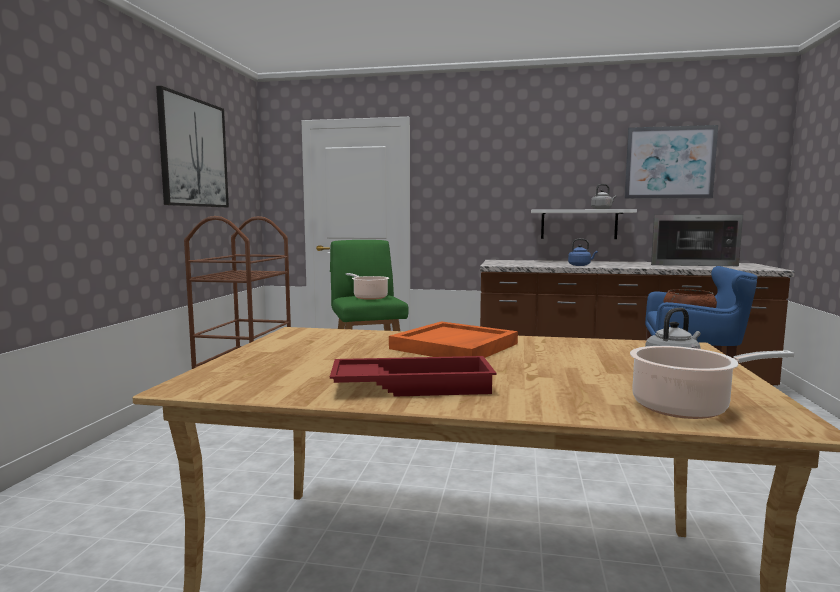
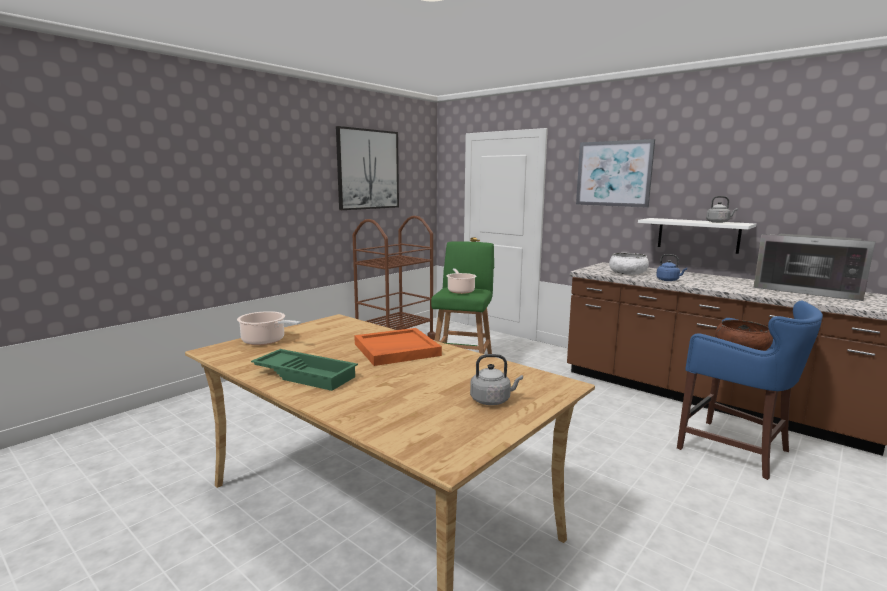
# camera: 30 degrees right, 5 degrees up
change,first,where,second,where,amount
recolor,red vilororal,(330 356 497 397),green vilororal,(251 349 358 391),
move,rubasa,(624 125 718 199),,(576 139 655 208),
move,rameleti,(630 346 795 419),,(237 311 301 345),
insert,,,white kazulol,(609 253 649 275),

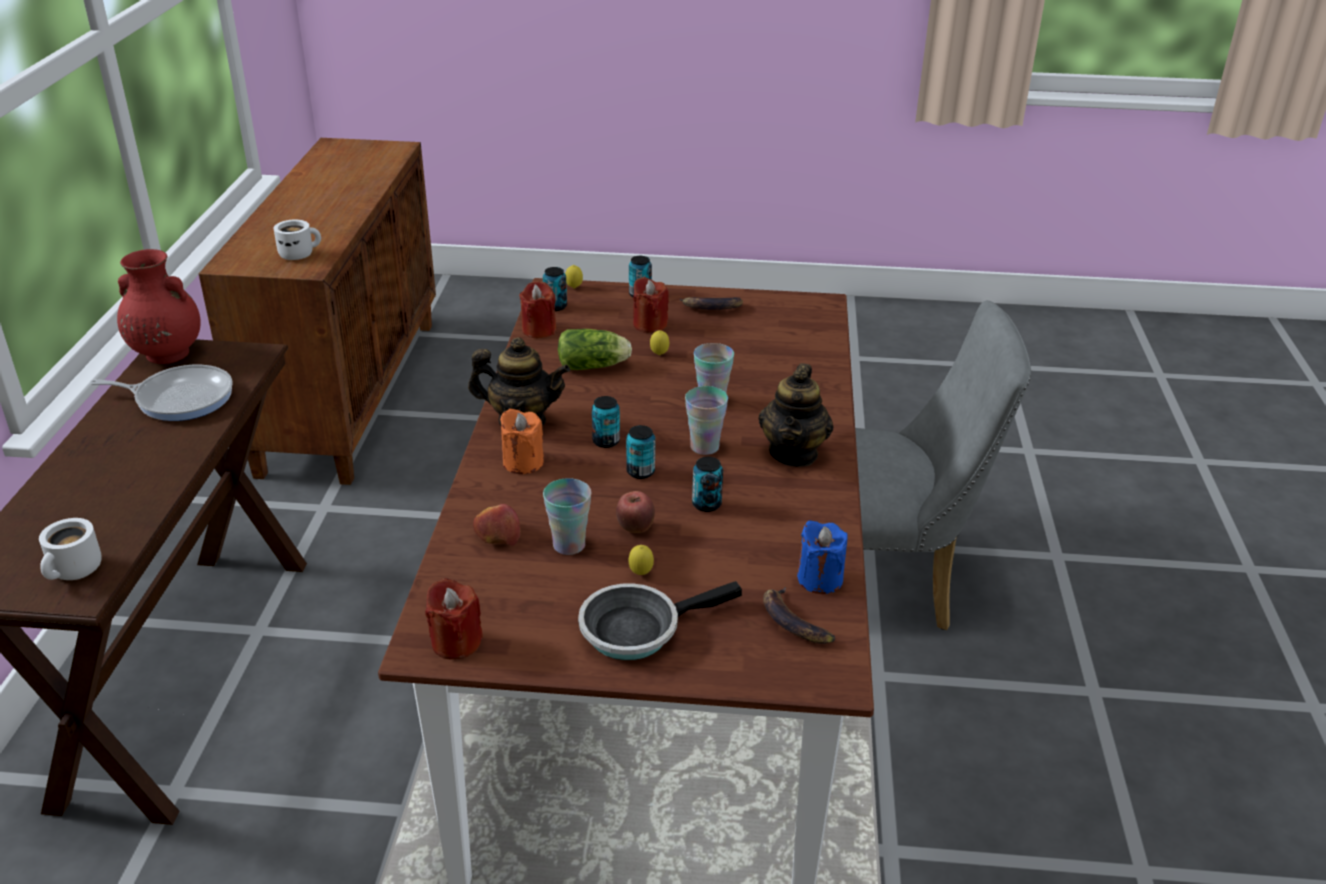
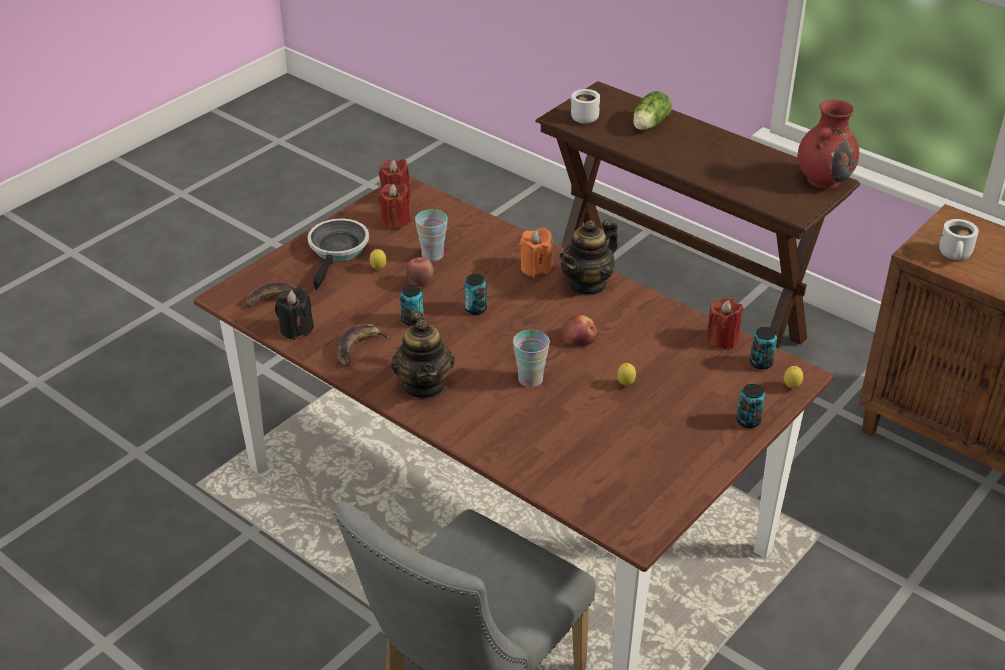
# camera: 125 degrees right, 5 degrees up
change,first,where,second,where,amount
delete,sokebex,(90 365 233 421),,,
move,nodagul,(473 504 520 546),,(561 315 598 347),
move,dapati,(558 329 632 370),,(633 91 672 130),
delete,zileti,(592 396 620 448),,,
move,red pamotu,(633 277 669 333),,(378 183 411 229),
move,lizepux,(680 297 743 310),,(337 324 392 366),
delete,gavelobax,(685 386 728 455),,,
rotate,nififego,(759 363 834 467),,(391 310 455 399),150 degrees counterclockwise
recolor,blue pamotu,(797 521 848 594),black pamotu,(275 287 314 340),

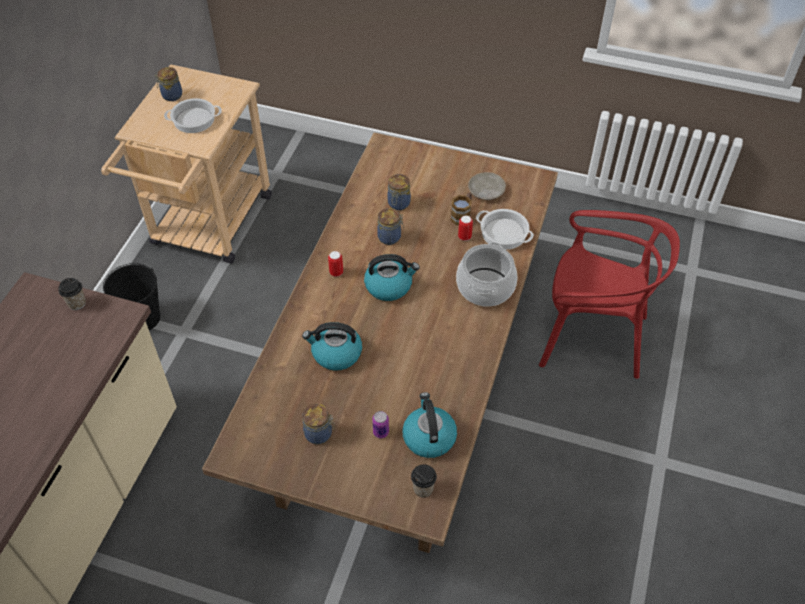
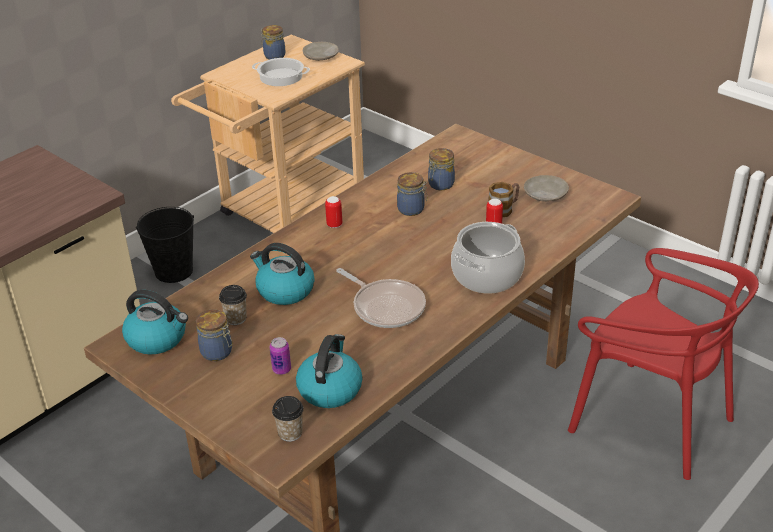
# camera: 25 degrees right, 15 degrees down
change,first,where,second,where,amount
move,gavelobax,(58 278 86 310),,(219 285 247 325),
move,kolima,(364 254 420 301),,(122 290 188 354),
delete,rameleti,(476 209 534 250),,,
insert,,,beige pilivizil,(303 42 339 61),
insert,,,sokebex,(336 268 426 328),

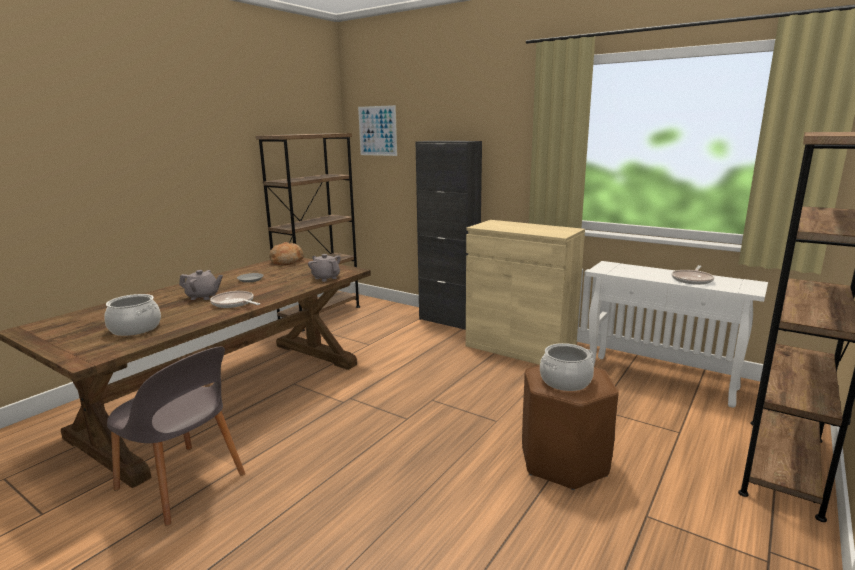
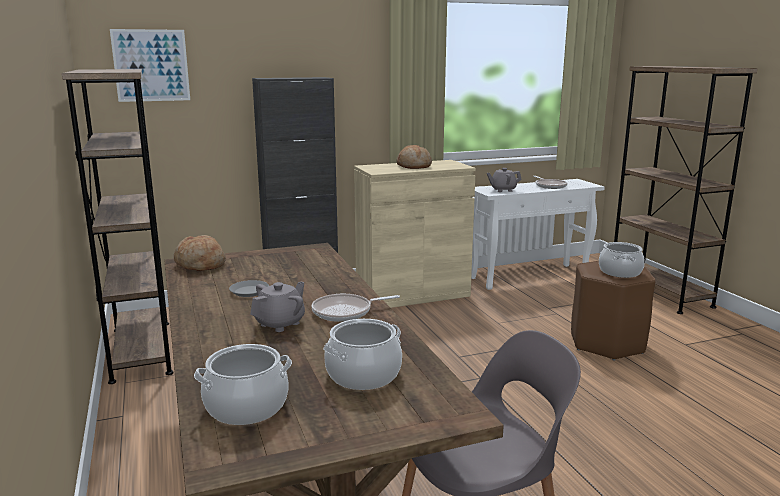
# camera: 55 degrees left, 0 degrees up
change,first,where,second,where,amount
move,grey nififego,(308 254 341 282),,(487 168 522 192),
insert,,,rameleti,(194 344 292 425),
insert,,,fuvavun,(397 145 432 169),

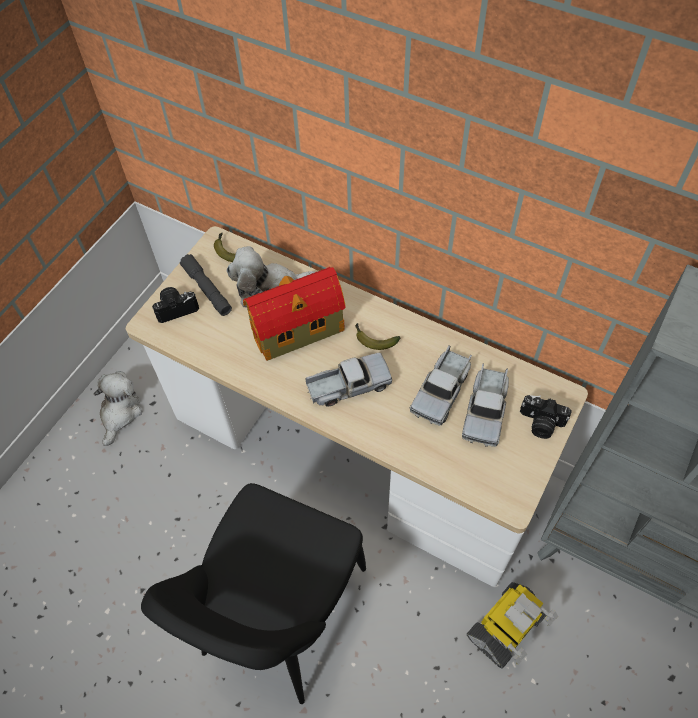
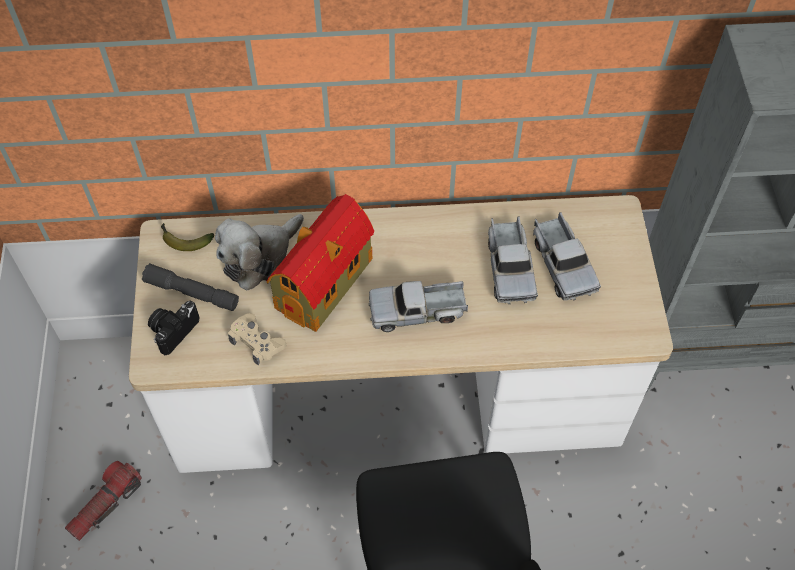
# camera: 35 degrees left, 0 degrees up
change,first,where,second,where,amount
replace,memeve,(94 371 142 446),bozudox,(65 461 142 541),
rotate,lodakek,(305 353 392 407),,(369 281 468 332),135 degrees counterclockwise
delete,lizepux,(355 323 400 350),,,
delete,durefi,(467 582 558 669),,,
delete,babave,(520 395 572 439),,,
insert,,,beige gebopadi,(228 313 286 366),

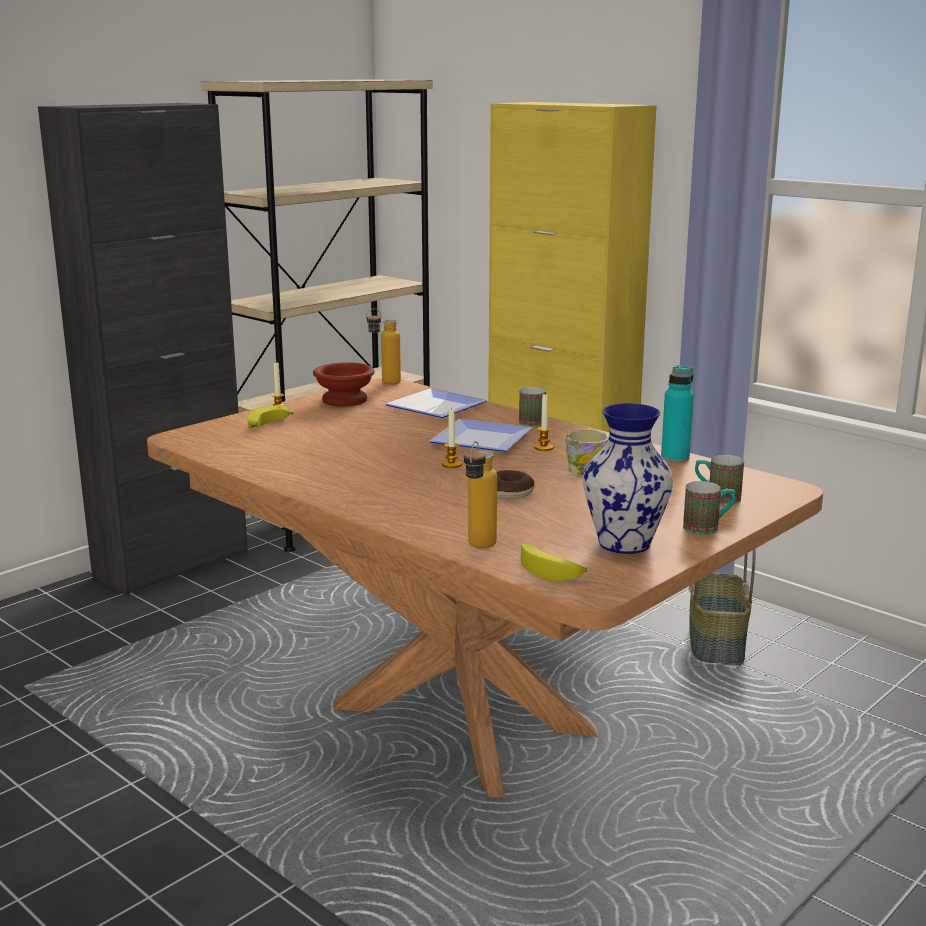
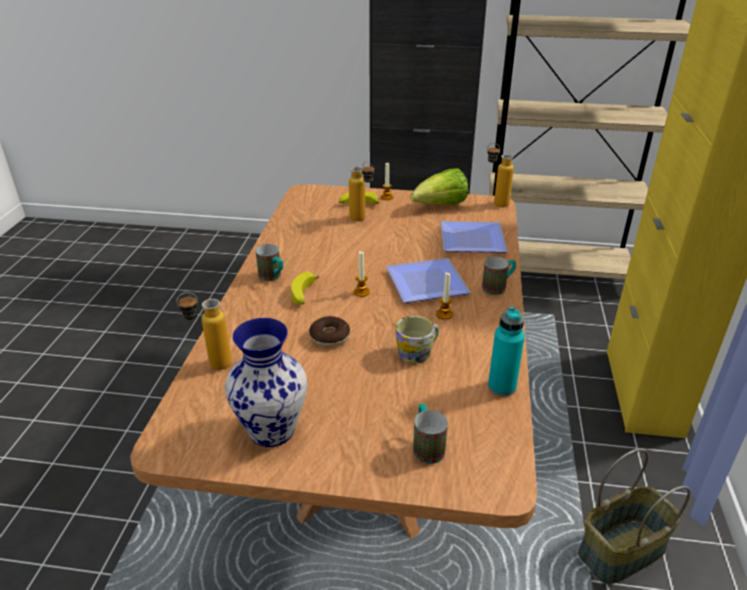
# camera: 55 degrees right, 15 degrees up
change,first,where,second,where,amount
replace,brown kazulol,(313 362 375 406),dapati,(411 169 468 205),
move,lizepux,(521 544 587 581),,(291 272 319 304),
move,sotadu,(683 481 735 535),,(256 244 283 281),
insert,,,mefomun,(349 161 374 221),

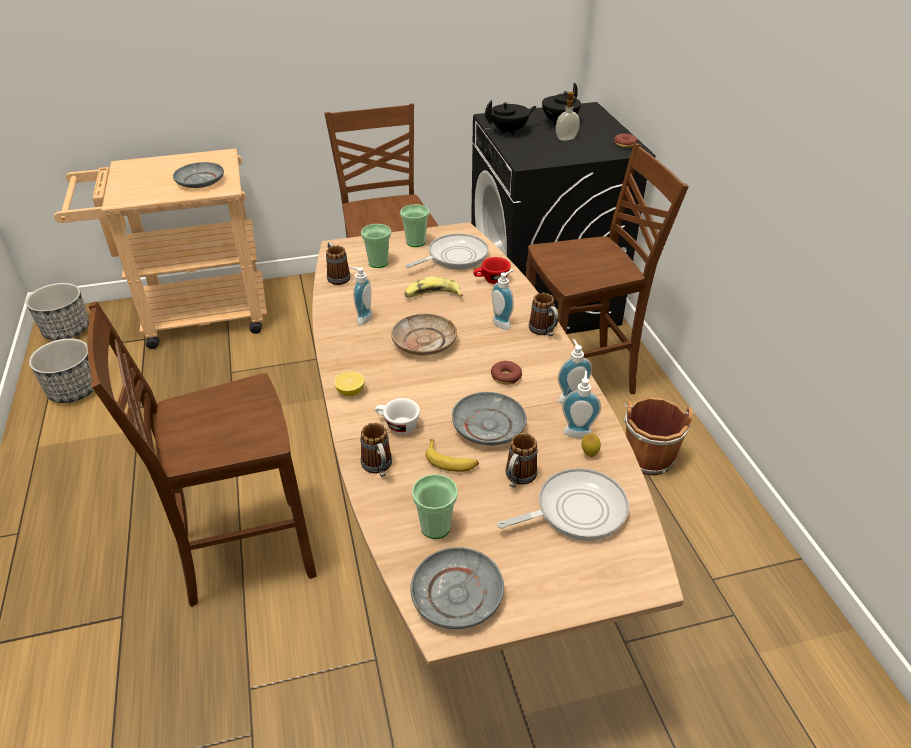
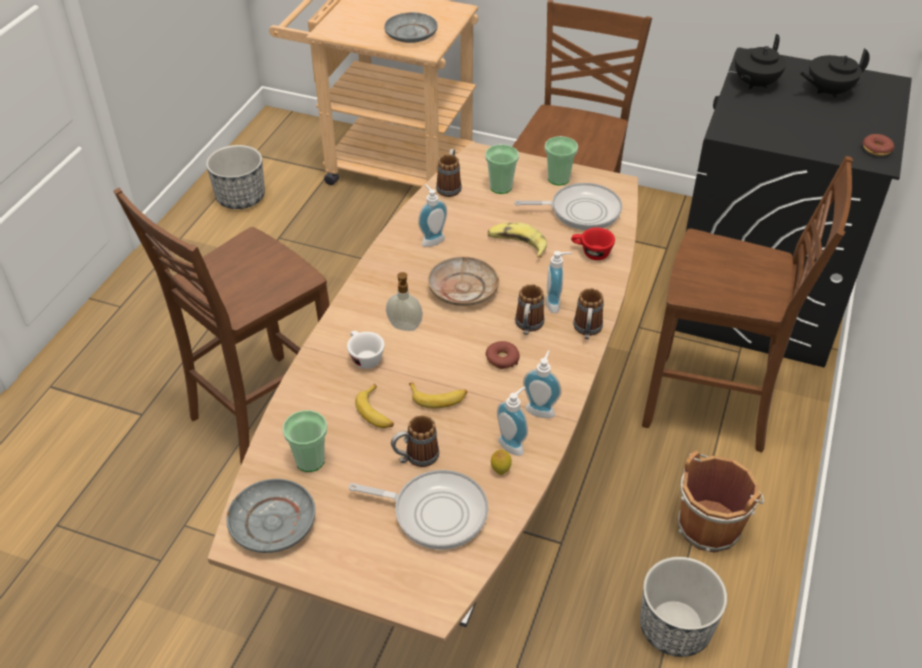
# camera: 35 degrees right, 5 degrees up
change,first,where,second,where,amount
move,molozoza,(26 283 89 340),,(640 557 727 657),
rotate,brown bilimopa,(87 302 316 607),,(113 188 330 464),60 degrees counterclockwise
delete,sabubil,(334 371 365 396),,,
move,sotadu,(360 423 392 477),,(515 284 544 335),
replace,grey pilivizil,(452 392 527 445),lizepux,(409 383 468 408),
rotate,black nififego,(485 100 537 135),,(735 34 786 89),120 degrees clockwise
move,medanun,(556 92 580 141),,(386 272 423 331),

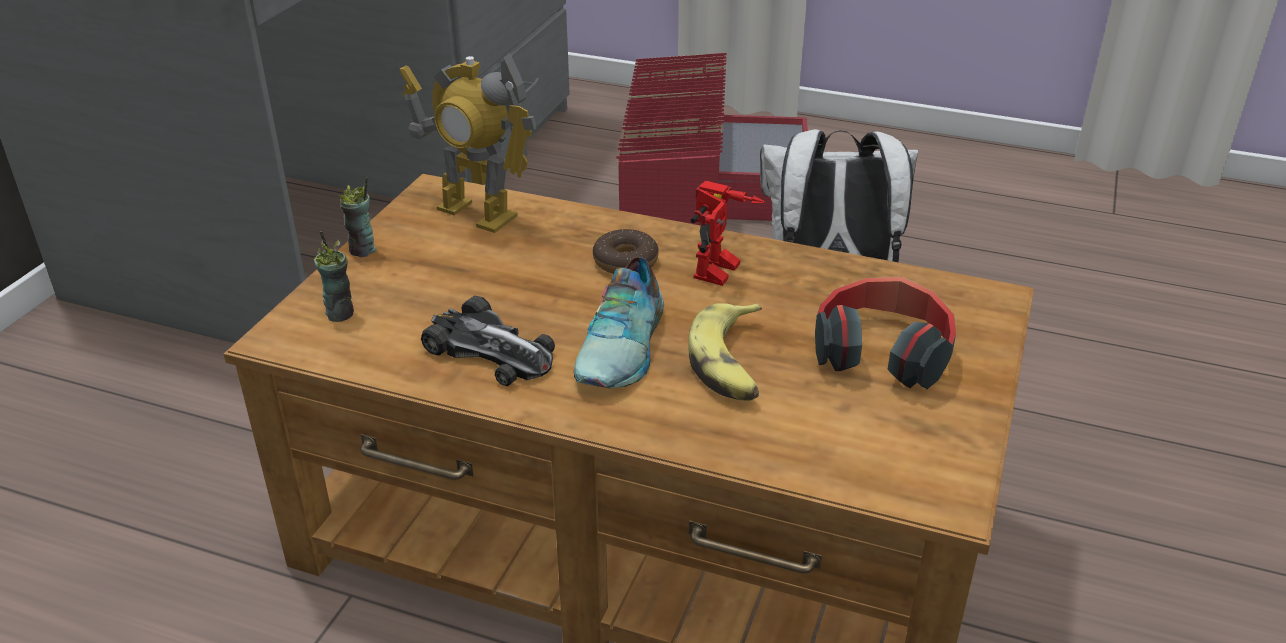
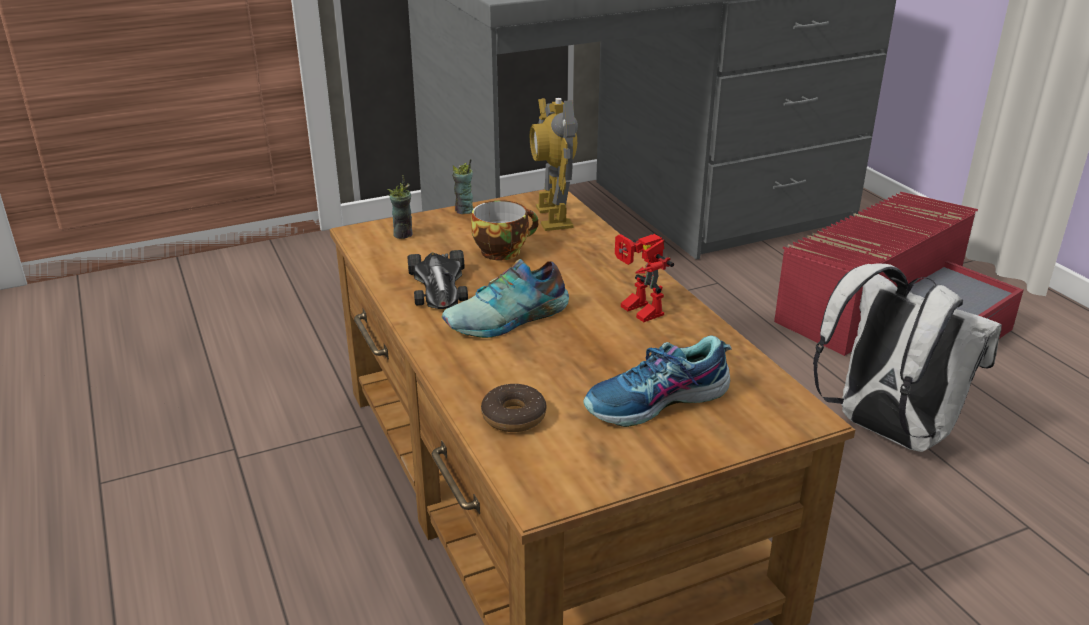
# camera: 45 degrees right, 5 degrees down
change,first,where,second,where,amount
move,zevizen,(593 229 658 274),,(481 384 546 432),
delete,lizepux,(689 303 762 401),,,
rotate,durefi,(691 181 765 286),,(615 234 674 322),75 degrees clockwise
replace,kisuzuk,(815 277 956 389),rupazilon,(583 336 732 427),
insert,,,gavelobax,(471 201 539 260),

